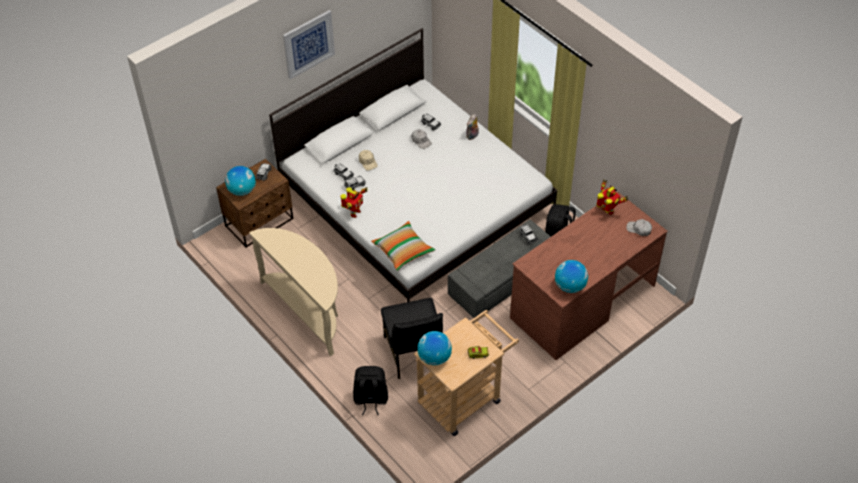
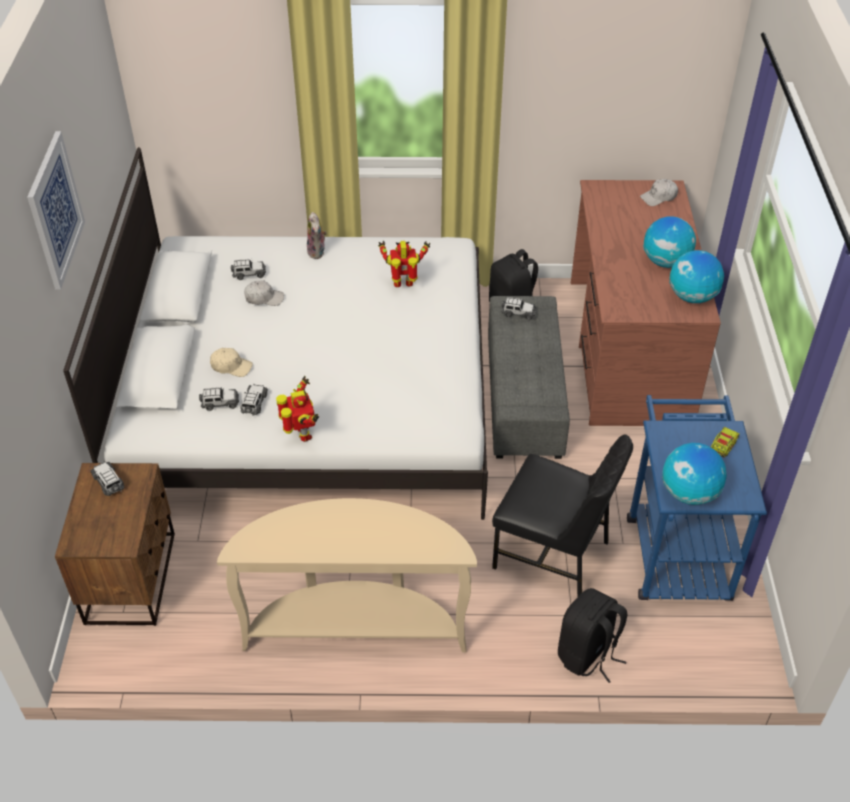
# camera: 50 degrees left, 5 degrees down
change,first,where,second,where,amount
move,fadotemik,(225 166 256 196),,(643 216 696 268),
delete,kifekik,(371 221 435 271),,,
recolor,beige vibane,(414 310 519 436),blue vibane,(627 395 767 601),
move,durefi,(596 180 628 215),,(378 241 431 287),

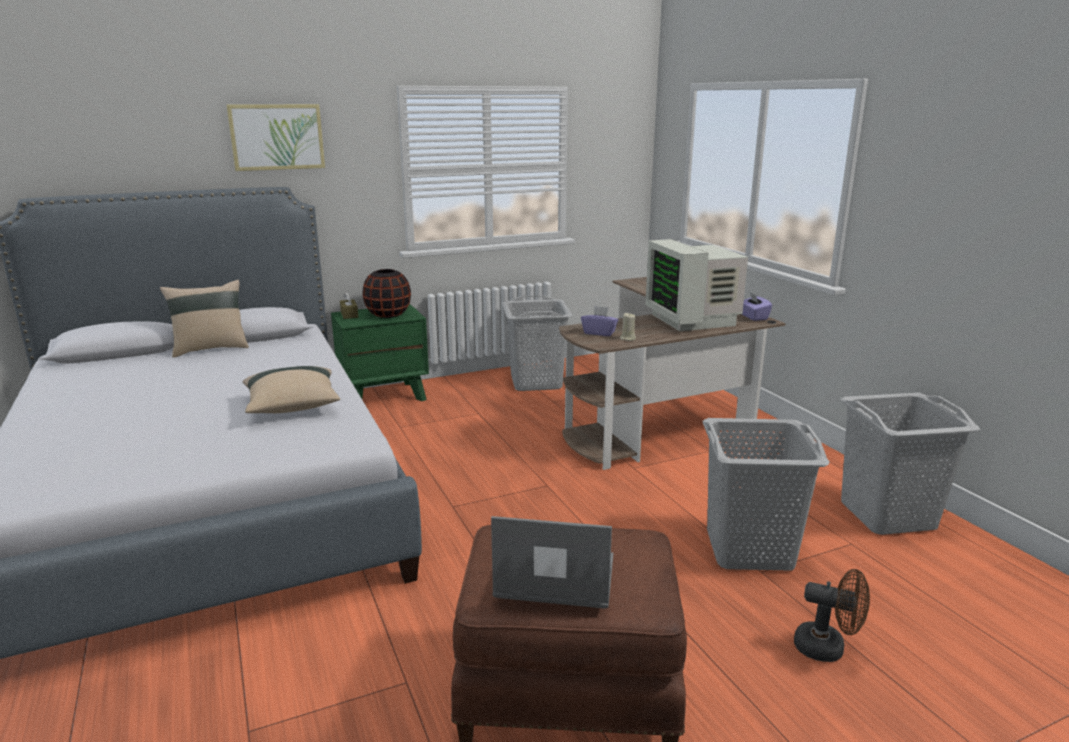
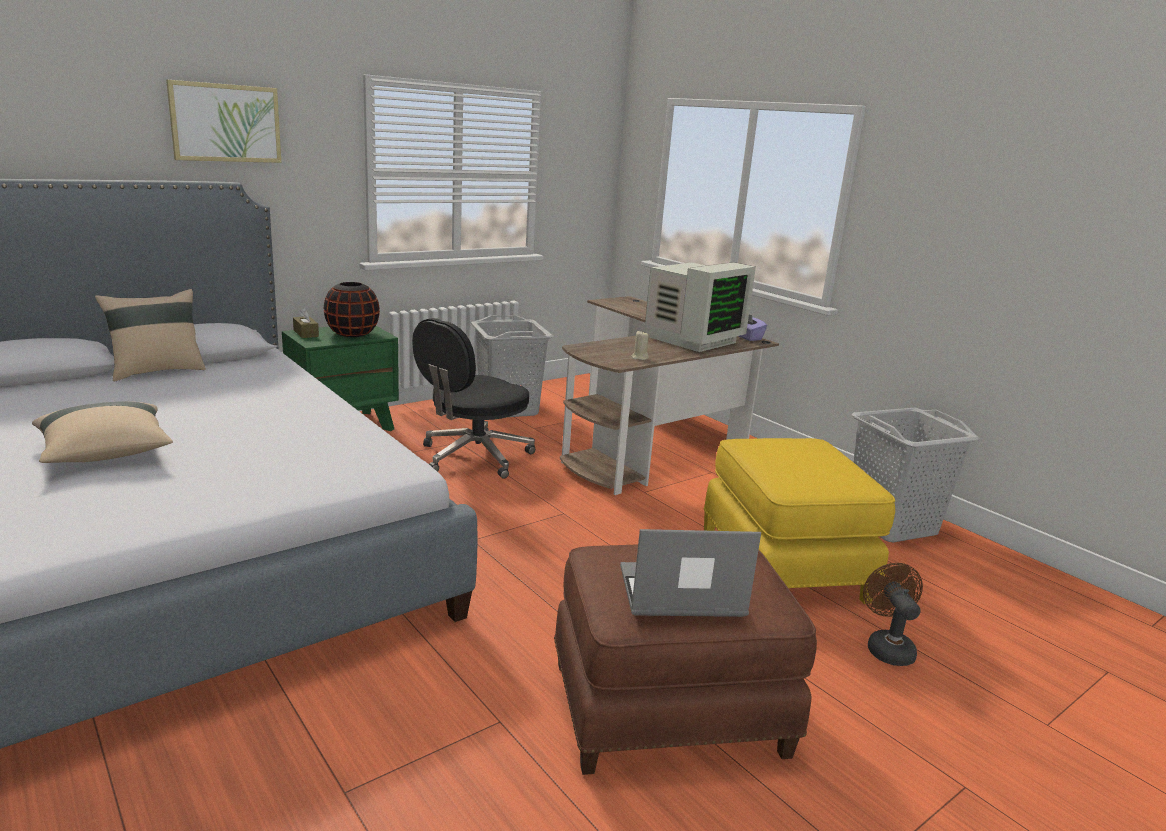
# camera: 15 degrees left, 0 degrees up
change,first,where,second,where,amount
move,beige kifekik,(243 366 340 413),,(32 401 173 463),
delete,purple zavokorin,(581 306 618 336),,,
rotate,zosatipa,(645 239 748 331),,(645 262 756 352),105 degrees counterclockwise
replace,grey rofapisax,(703 418 829 571),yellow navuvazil,(703 438 895 604),
rotate,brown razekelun,(794 569 870 662),,(863 563 923 666),105 degrees counterclockwise
insert,,,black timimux,(412 318 535 479),

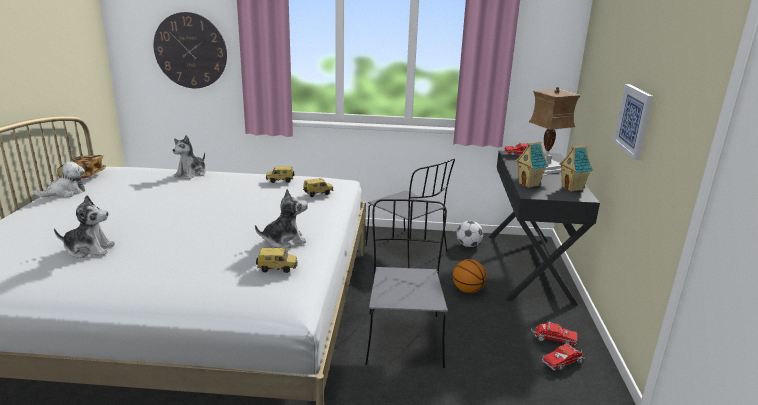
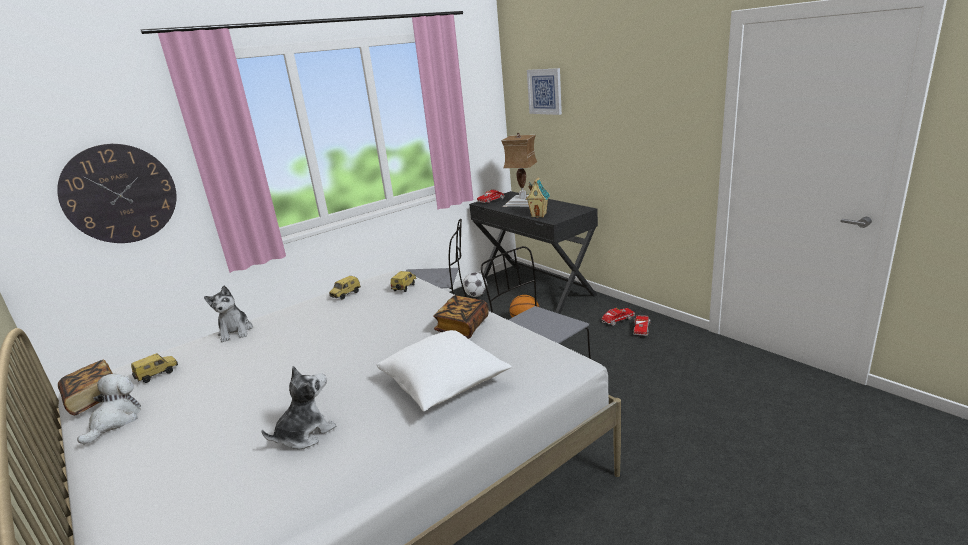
# camera: 40 degrees left, 0 degrees up
change,first,where,second,where,amount
replace,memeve,(255 189 308 248),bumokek,(433 296 489 339),
move,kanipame,(256 248 298 273),,(131 353 178 383),
delete,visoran,(559 145 593 192),,,
move,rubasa,(613 84 653 160),,(527 68 562 115),
insert,,,white kifekik,(377 330 512 412),

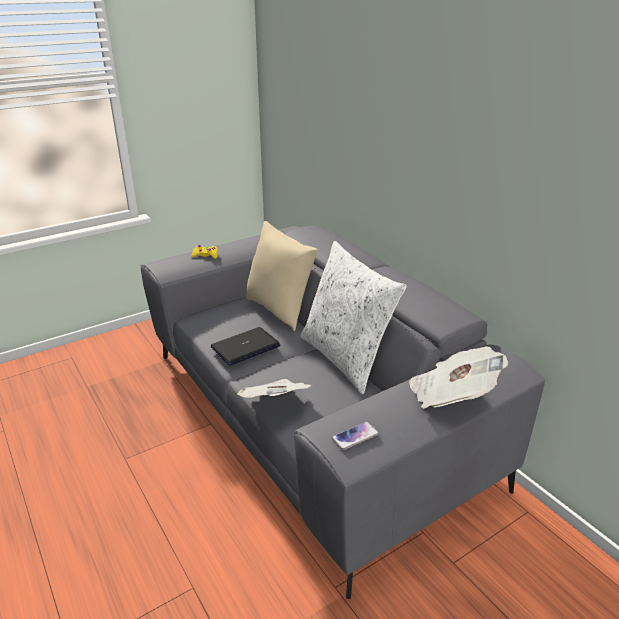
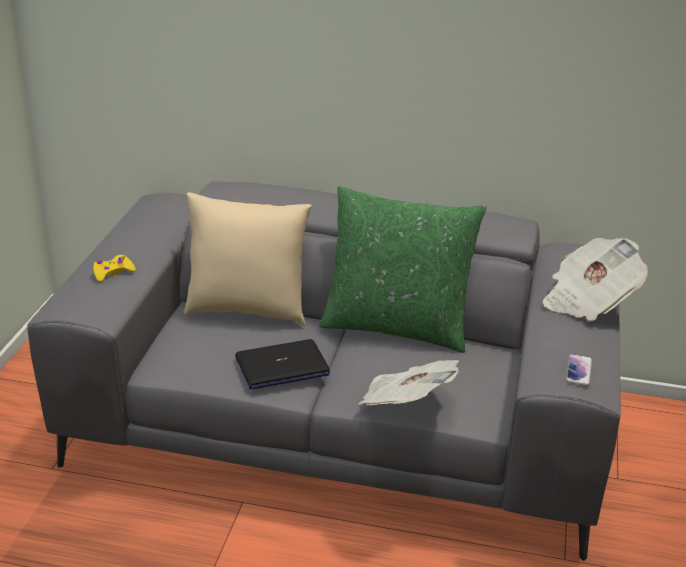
# camera: 45 degrees left, 0 degrees up
change,first,where,second,where,amount
rotate,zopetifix,(211 327 280 366),,(235 339 330 389),120 degrees counterclockwise
recolor,white kifekik,(300 241 407 394),green kifekik,(319 186 487 353),

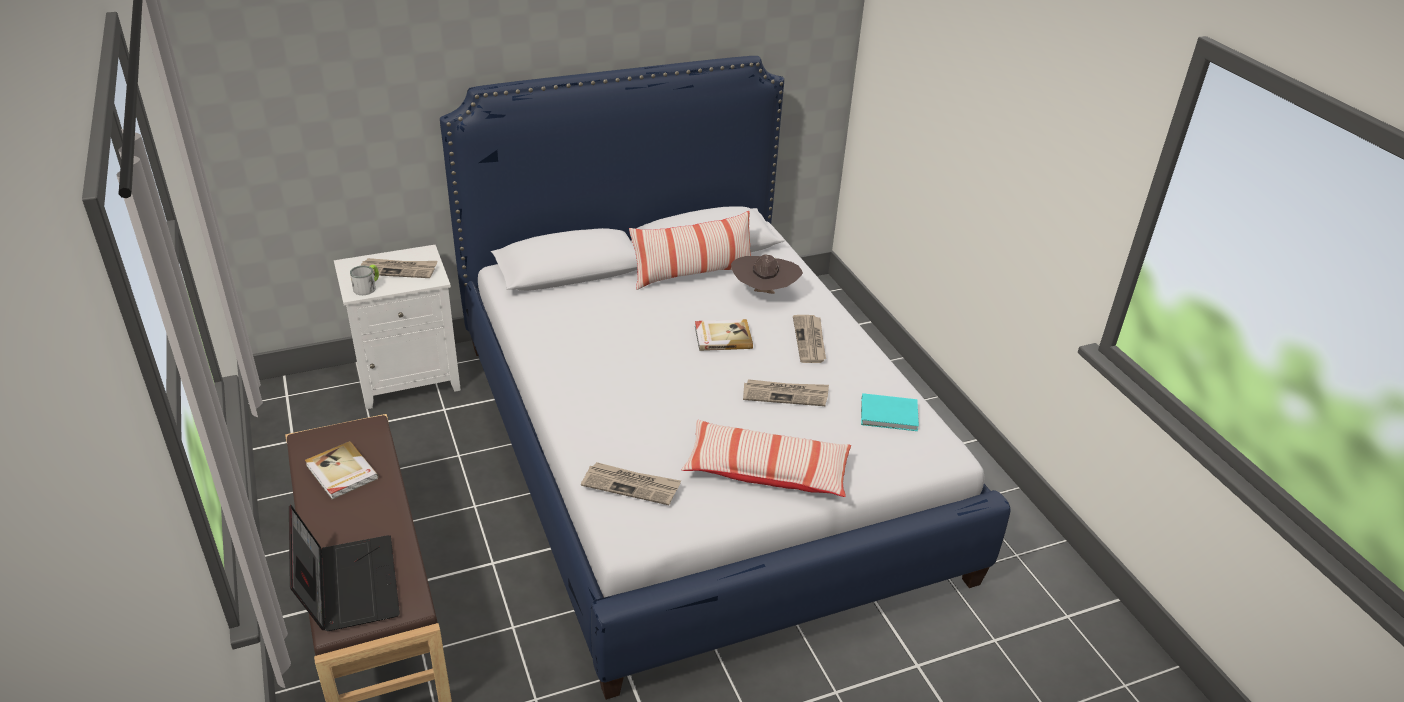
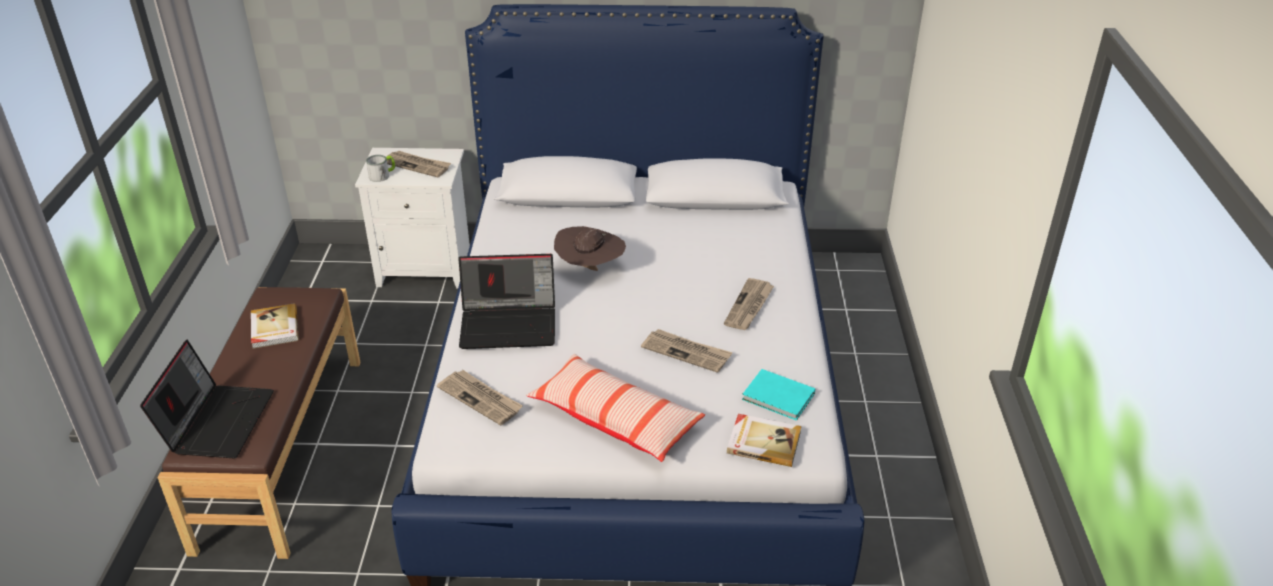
# camera: 25 degrees right, 0 degrees up
change,first,where,second,where,amount
delete,kifekik,(629 211 751 290),,,
move,bumokek,(695 319 753 351),,(727 414 801 467),
move,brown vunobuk,(731 254 803 294),,(554 226 626 271),
insert,,,zopetifix,(458 254 555 349),

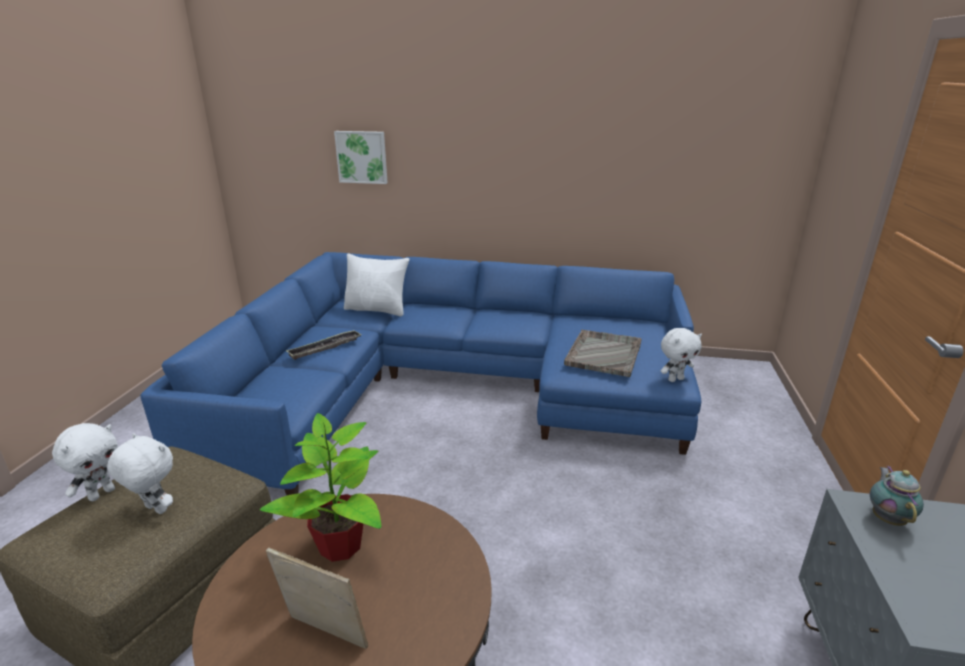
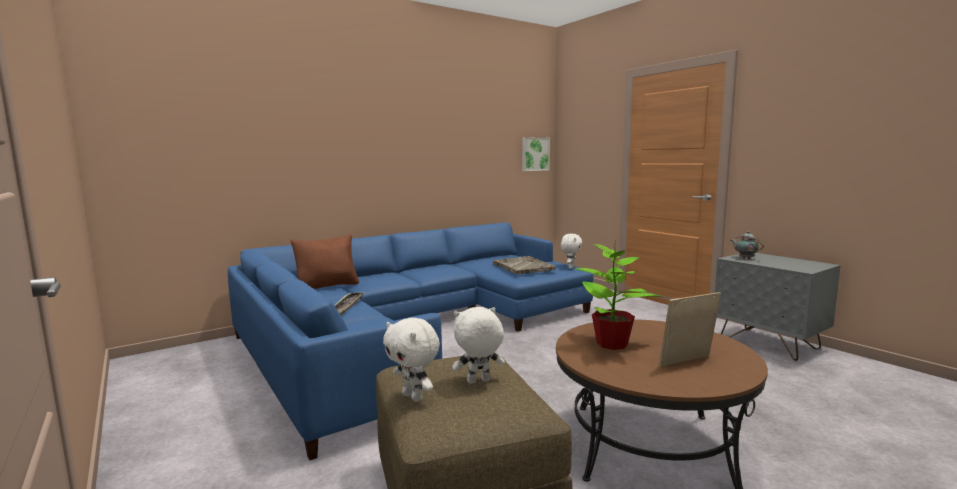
# camera: 45 degrees left, 15 degrees down
change,first,where,second,where,amount
rotate,white memeve,(52 423 118 501),,(383 318 440 402),150 degrees clockwise
move,rubasa,(334 131 388 184),,(522 137 550 171),
recolor,white kifekik,(344 253 409 317),brown kifekik,(290 234 359 289),

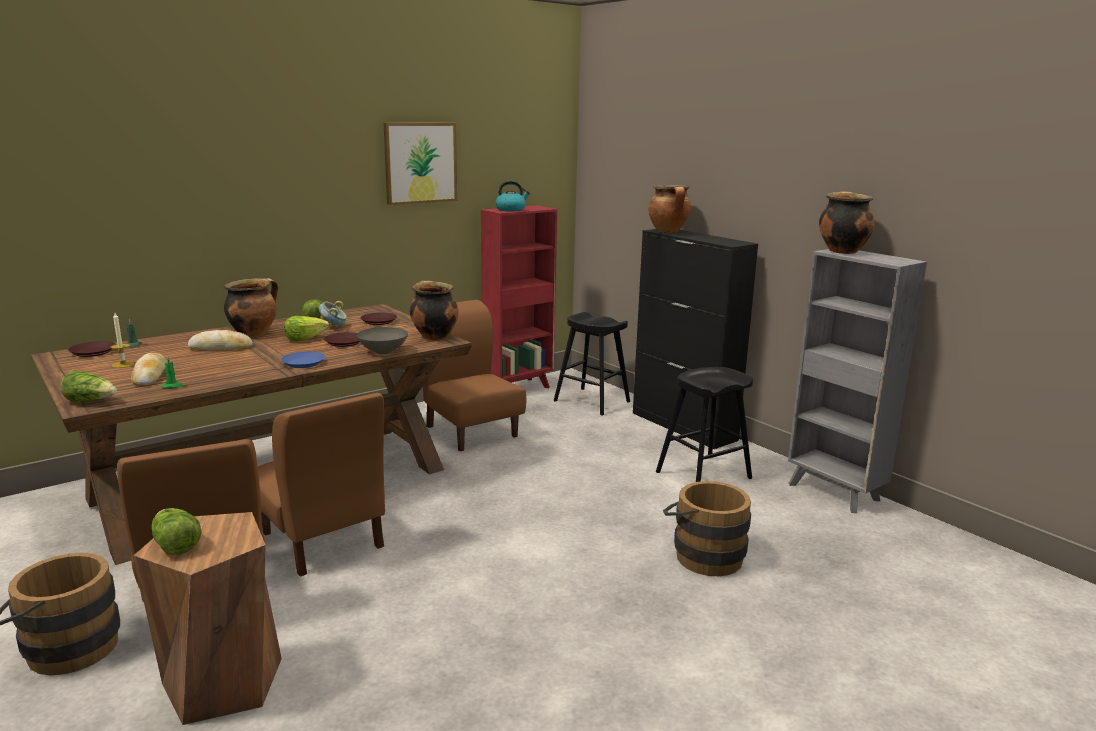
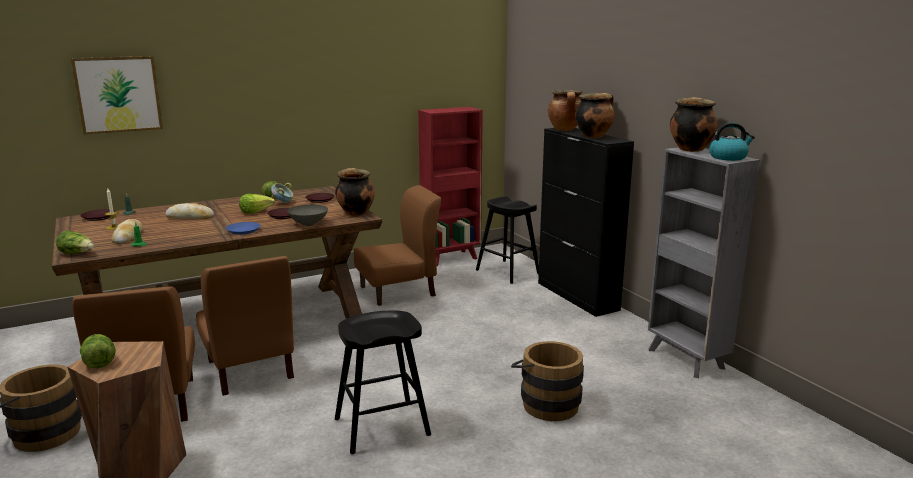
# camera: 10 degrees right, 0 degrees up
change,first,where,second,where,amount
move,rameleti,(224 278 278 337),,(575 93 615 138),
move,rubasa,(384 123 457 205),,(71 56 163 134),
rotate,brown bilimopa,(423 300 527 451),,(354 185 441 306),90 degrees clockwise
move,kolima,(496 181 530 211),,(709 122 755 161),
move,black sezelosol,(656 367 753 482),,(335 311 431 454),

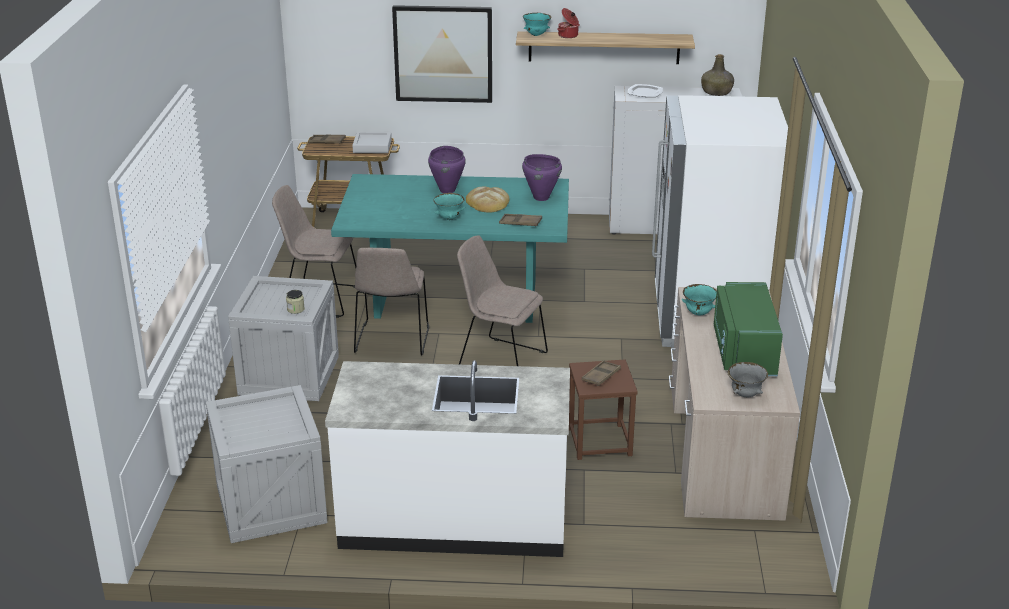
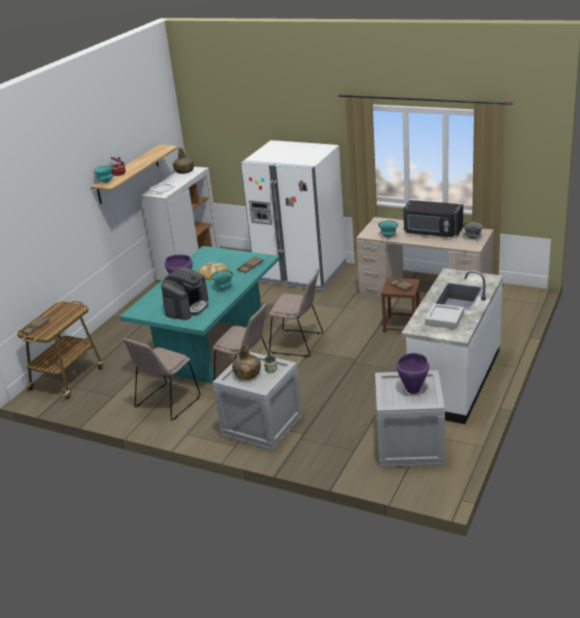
# camera: 65 degrees left, 0 degrees up
change,first,where,second,where,amount
move,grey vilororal,(352 132 392 153),,(425 303 464 329),
delete,rubasa,(392 5 492 103),,,
rotate,beige bilimopa,(457 235 548 366),,(269 269 323 357),120 degrees counterclockwise
move,purple rameleti,(522 154 562 201),,(396 353 429 394),
recolor,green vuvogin,(714 282 783 376),black vuvogin,(404 200 463 237),
insert,,,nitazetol,(161 268 209 320),
insert,,,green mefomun,(232 345 261 380),

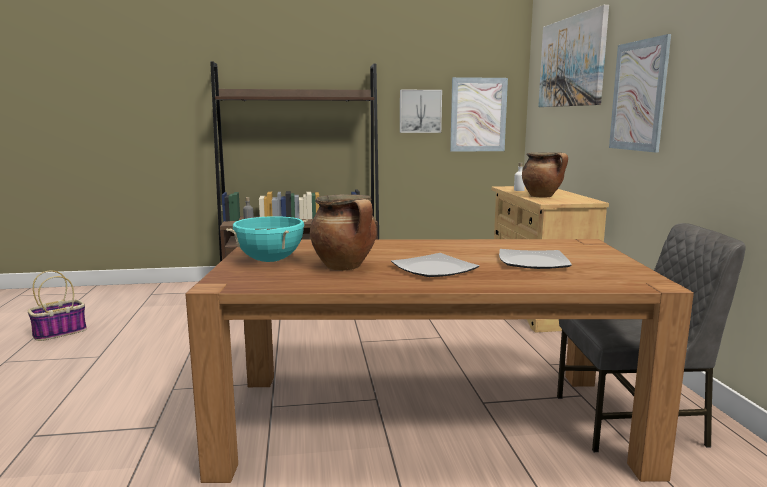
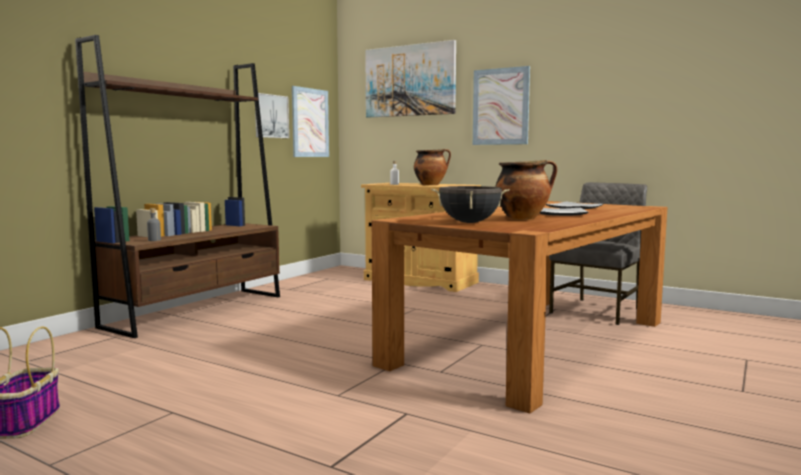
# camera: 50 degrees left, 5 degrees down
change,first,where,second,where,amount
recolor,turquoise rameleti,(226 216 308 262),black rameleti,(431 186 510 223),

